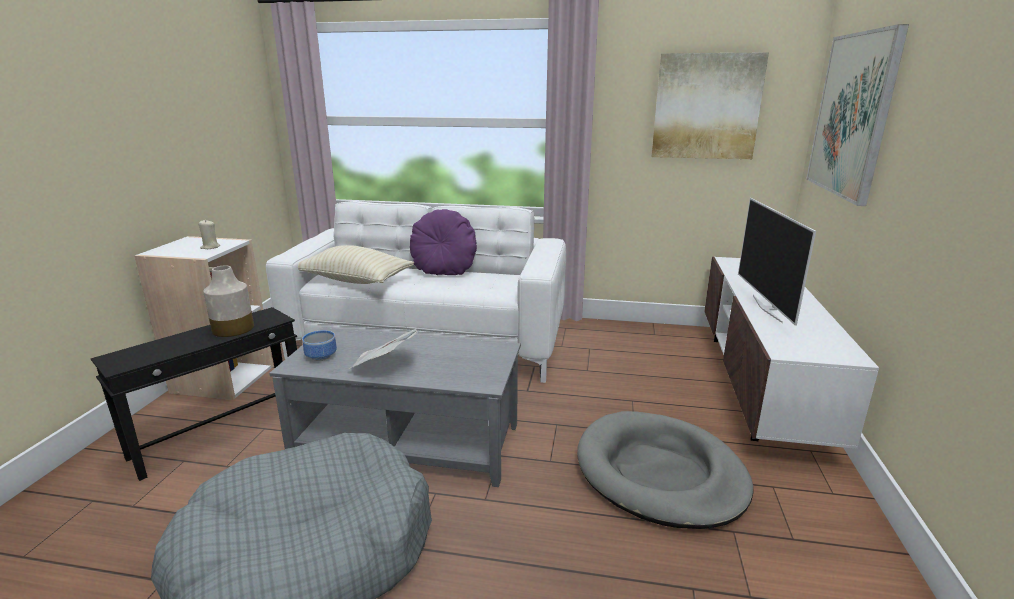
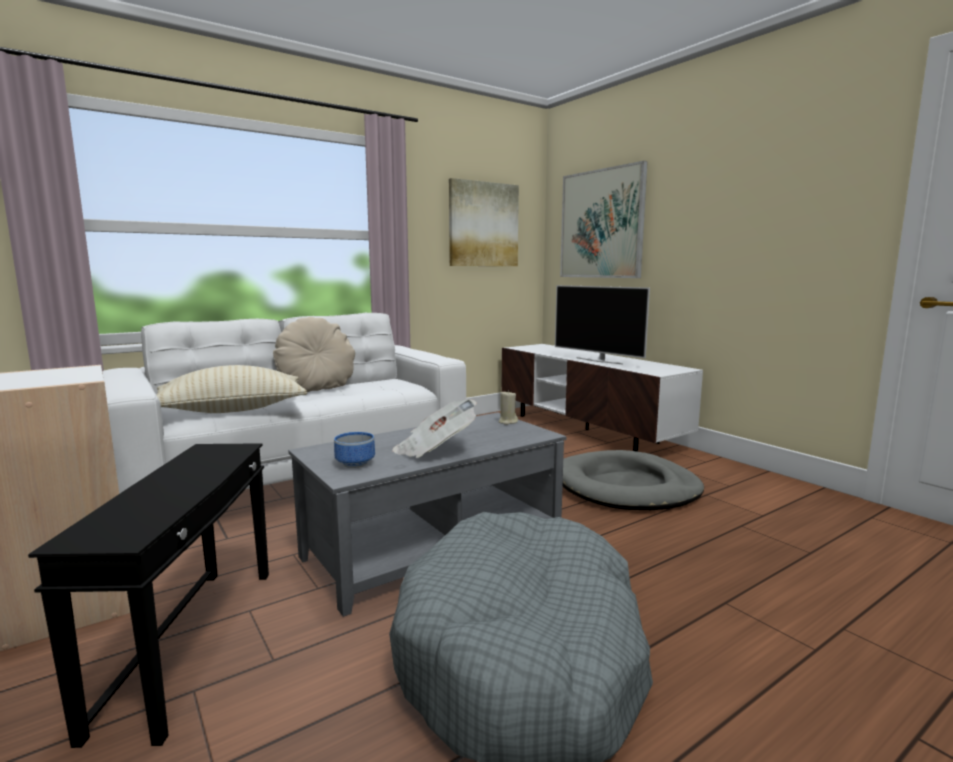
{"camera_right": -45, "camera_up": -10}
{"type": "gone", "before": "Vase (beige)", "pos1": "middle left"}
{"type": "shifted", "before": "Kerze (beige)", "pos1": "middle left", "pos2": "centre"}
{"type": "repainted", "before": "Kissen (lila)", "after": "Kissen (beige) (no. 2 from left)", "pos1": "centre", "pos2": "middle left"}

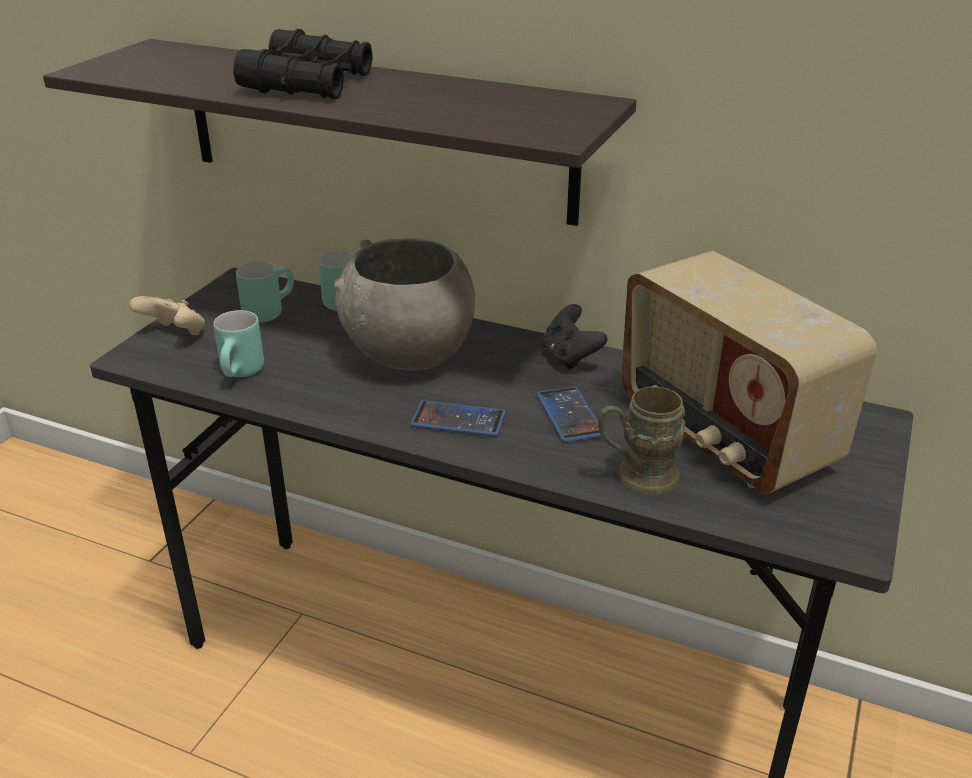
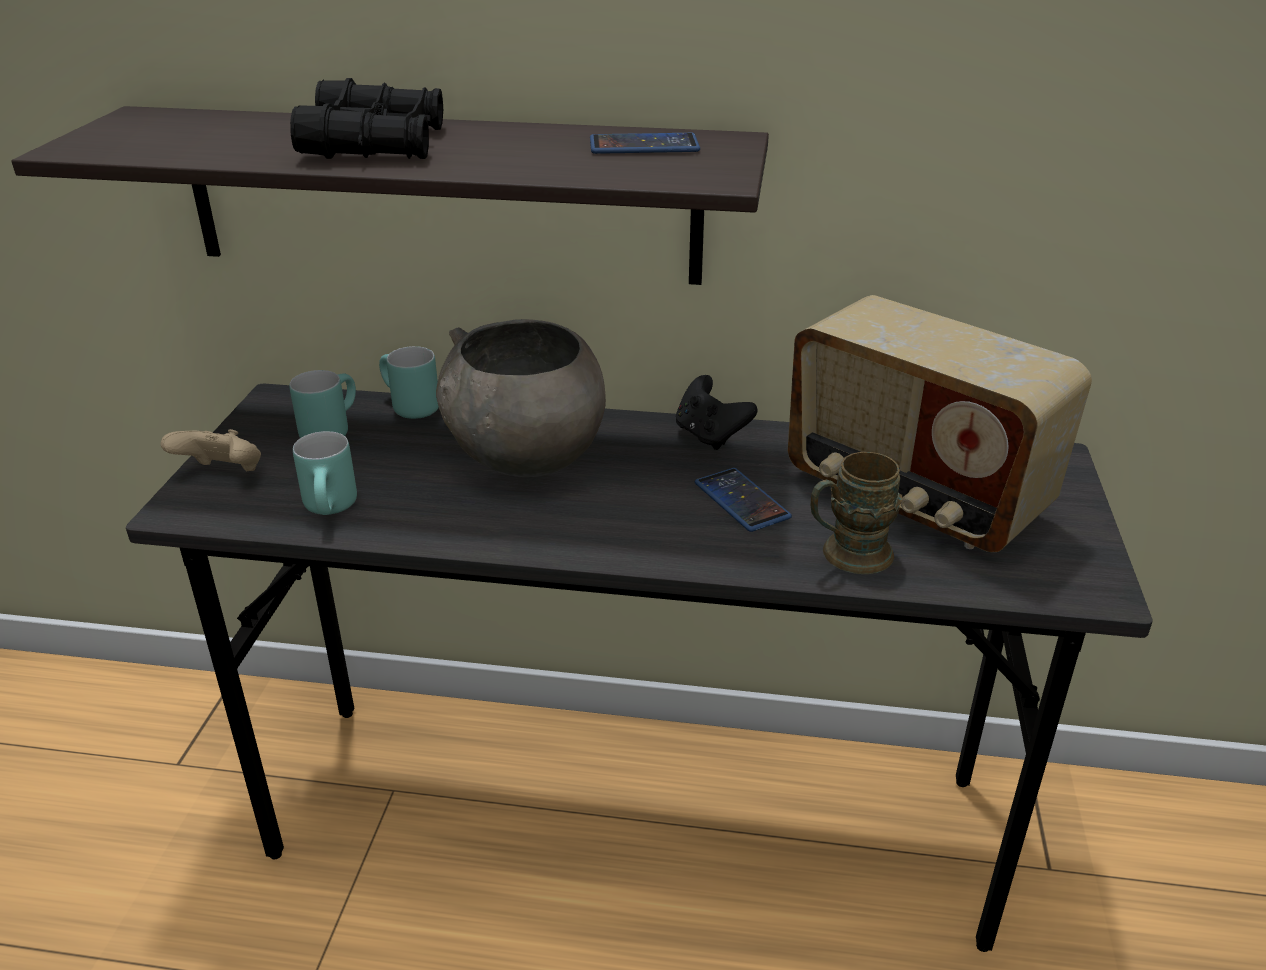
{"camera_right": -15, "camera_up": 0}
{"type": "shifted", "before": "Handy (no. 1 from left)", "pos1": "centre", "pos2": "top centre"}

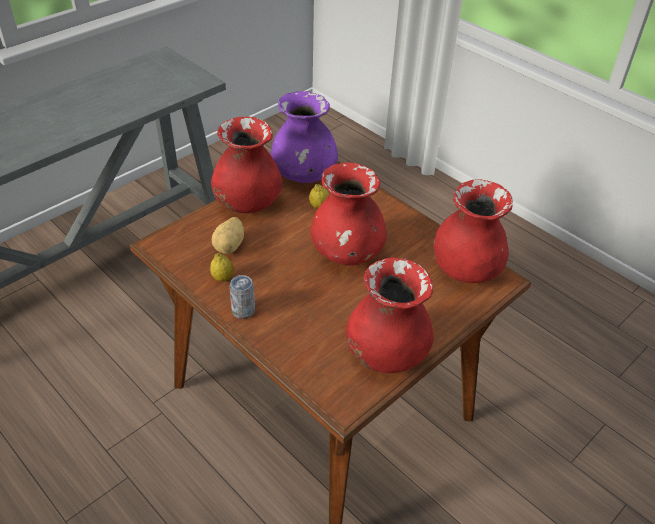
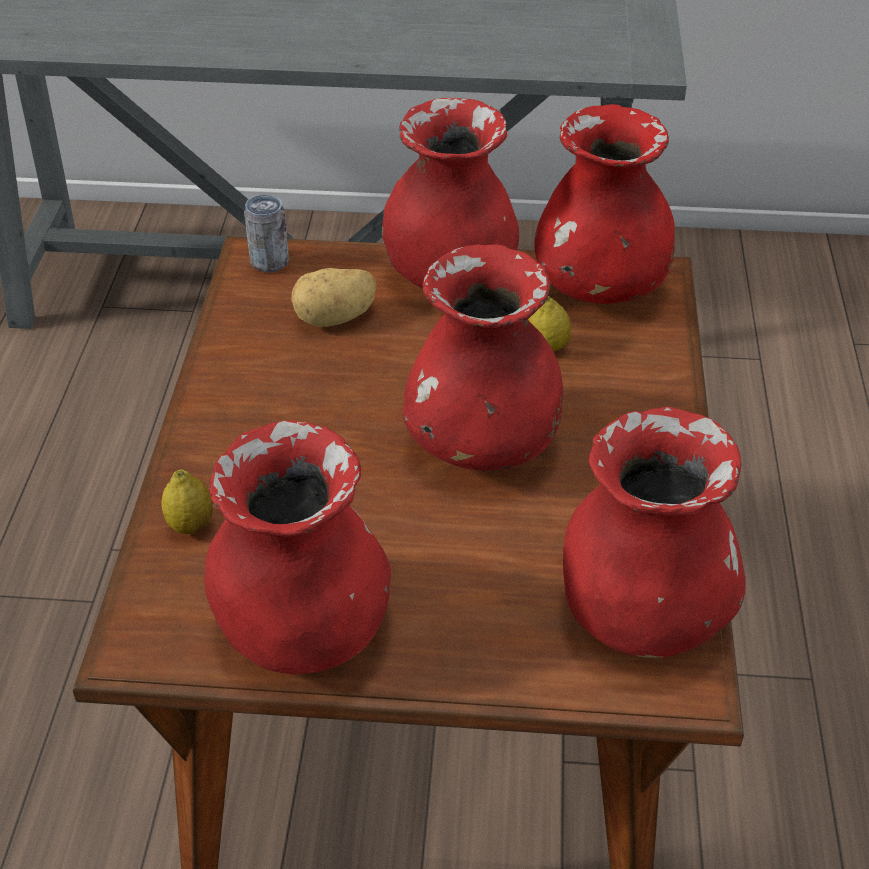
{"camera_right": 50, "camera_up": 0}
{"type": "shifted", "before": "Zitrone (no. 1 from left)", "pos1": "centre", "pos2": "middle left"}
{"type": "shifted", "before": "Dose", "pos1": "centre", "pos2": "top left"}
{"type": "repainted", "before": "Vase (lila)", "after": "Vase (rot) (no. 4 from left)", "pos1": "top centre", "pos2": "top right"}

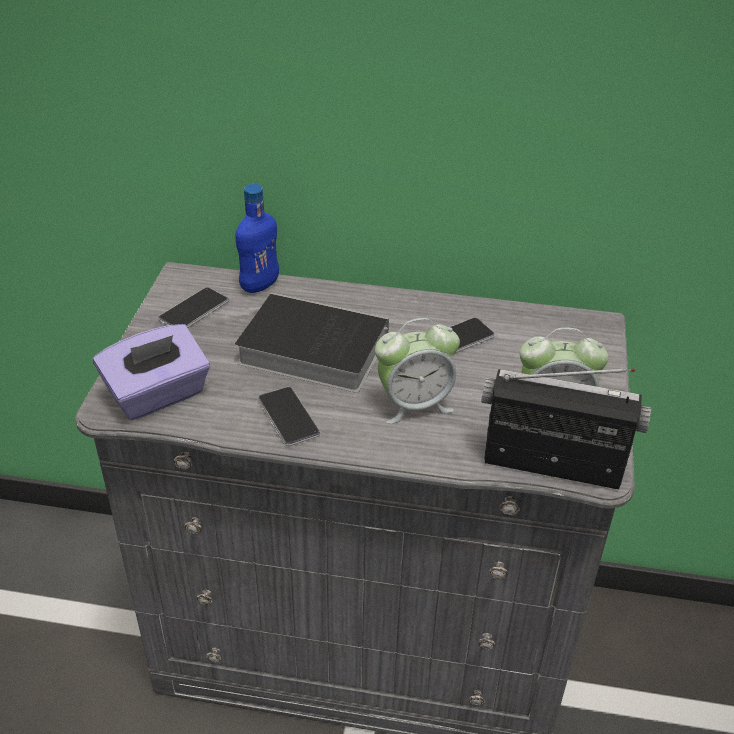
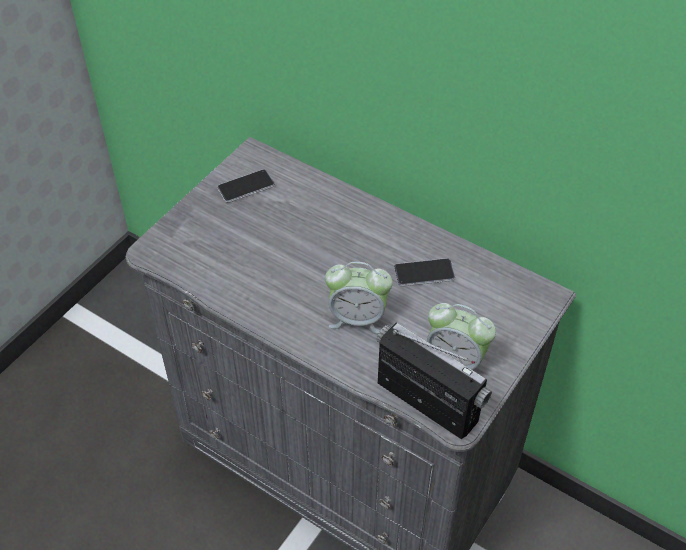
{"camera_right": 25, "camera_up": 10}
{"type": "gone", "before": "Taschentuchbox (lila)", "pos1": "middle left"}
{"type": "gone", "before": "Flasche (blau)", "pos1": "top centre"}
{"type": "gone", "before": "Buch", "pos1": "centre"}
{"type": "gone", "before": "Handy (no. 2 from left)", "pos1": "centre"}

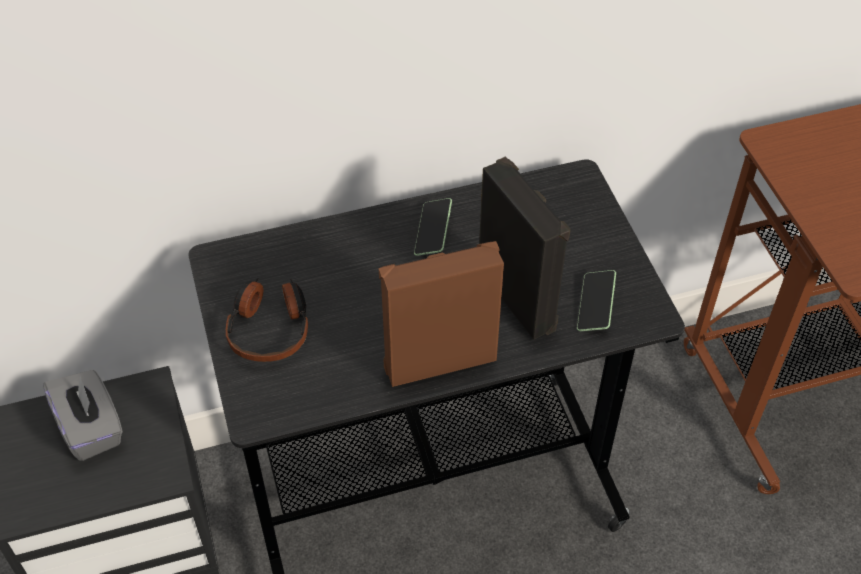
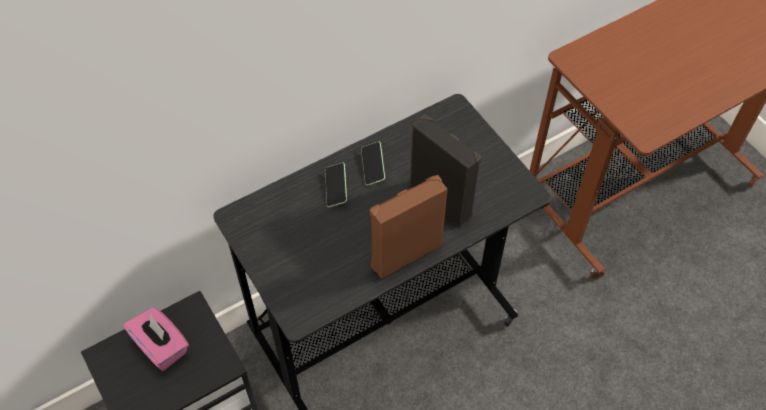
{"camera_right": -15, "camera_up": 5}
{"type": "gone", "before": "Kopfhörer", "pos1": "middle left"}
{"type": "shifted", "before": "Handy (no. 2 from left in the first image)", "after": "Handy (no. 1 from left)", "pos1": "middle right", "pos2": "centre"}
{"type": "repainted", "before": "Taschentuchbox (grau)", "after": "Taschentuchbox (rosa)", "pos1": "bottom left", "pos2": "bottom left"}

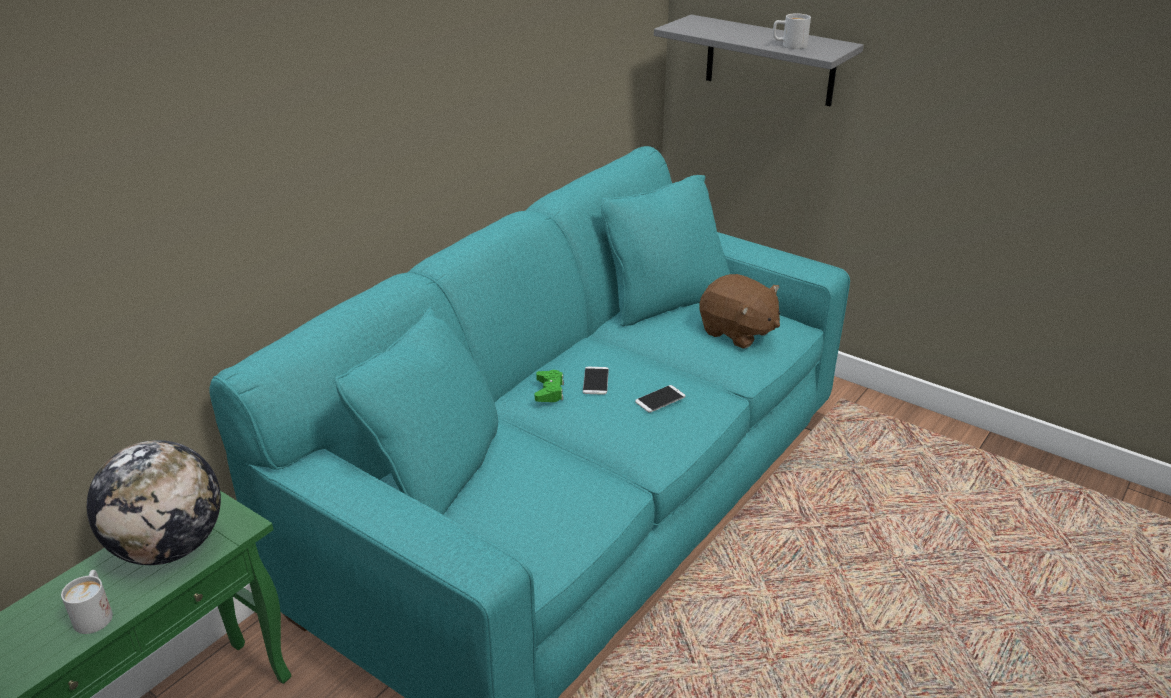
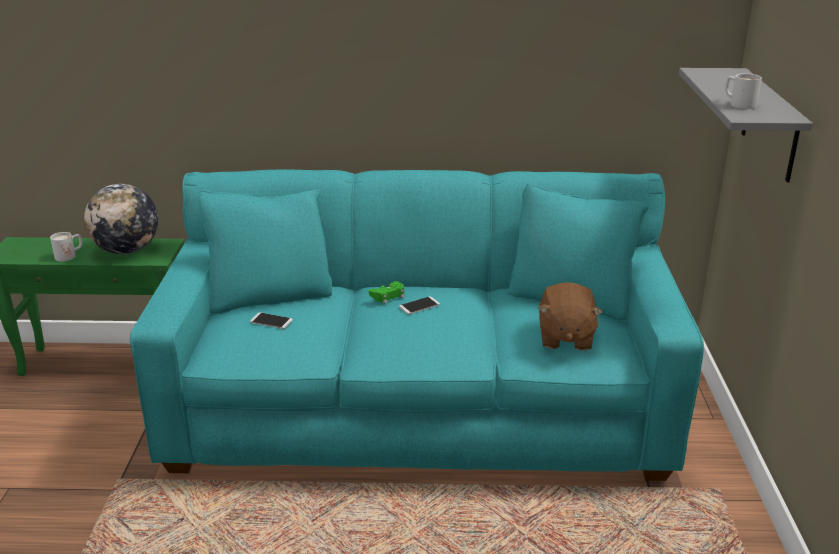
{"camera_right": 55, "camera_up": -5}
{"type": "shifted", "before": "Handy (no. 2 from left in the first image)", "after": "Handy (no. 1 from left)", "pos1": "centre", "pos2": "middle left"}

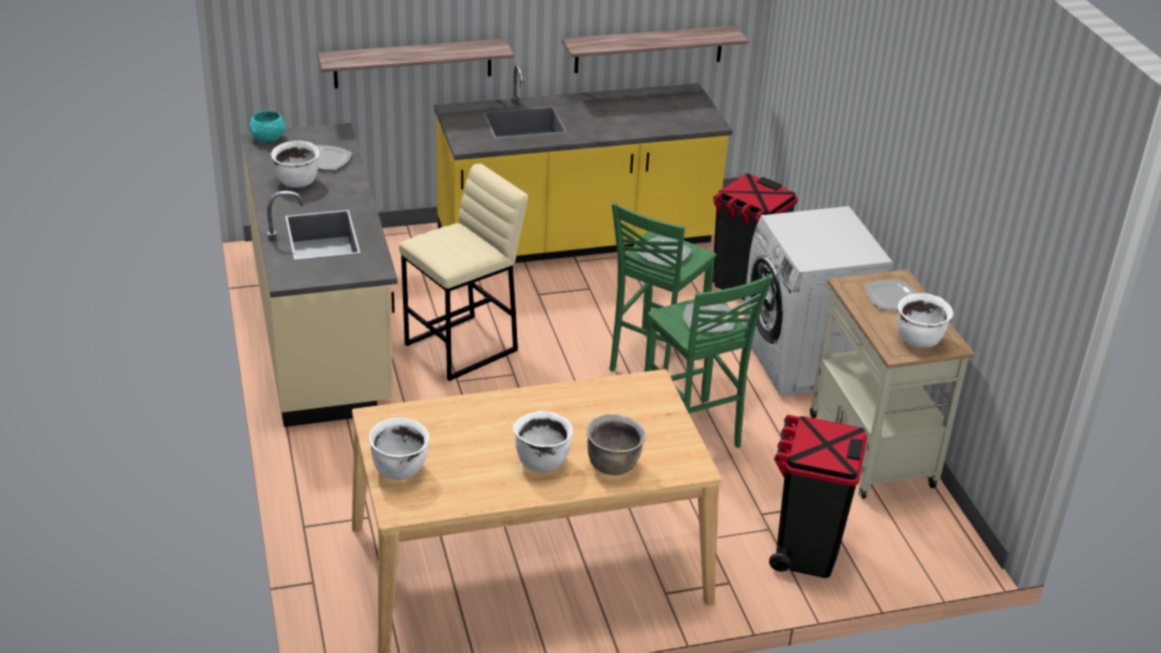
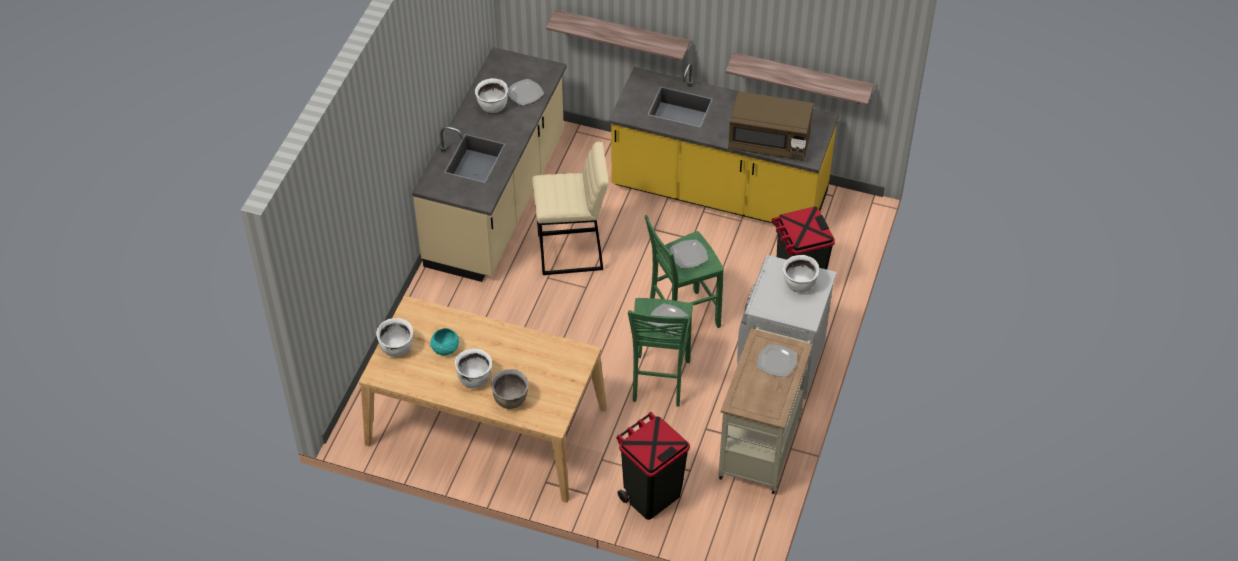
{"camera_right": 35, "camera_up": 15}
{"type": "new", "after": "Mikrowelle (braun)", "pos2": "top centre"}
{"type": "shifted", "before": "Schüssel (türkis)", "pos1": "top left", "pos2": "centre"}
{"type": "shifted", "before": "Kochtopf (weiß) (no. 4 from left)", "pos1": "middle right", "pos2": "centre"}

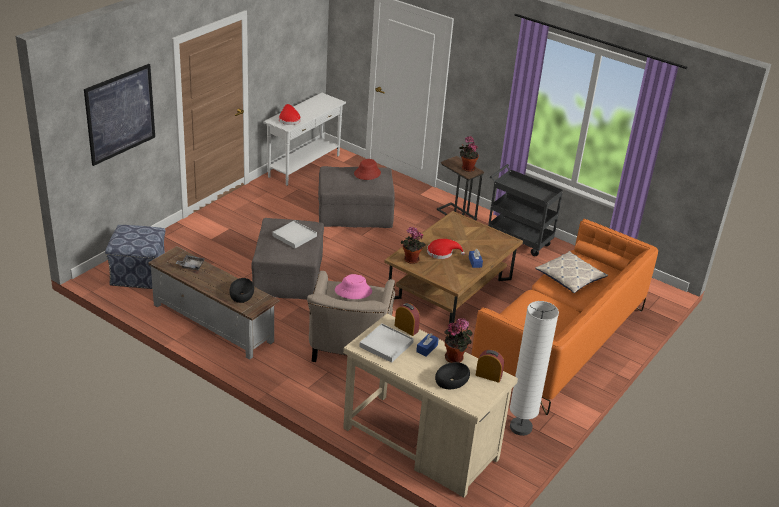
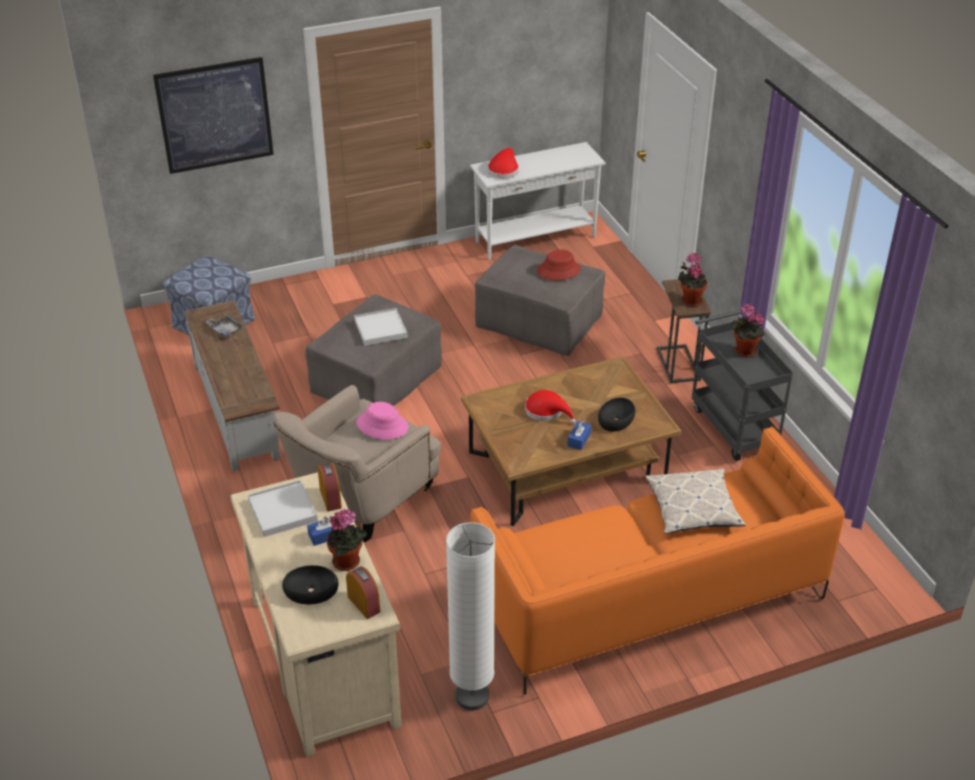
{"camera_right": 35, "camera_up": 5}
{"type": "shifted", "before": "Schüssel (schwarz) (no. 1 from left in the first image)", "after": "Schüssel (schwarz) (no. 2 from left)", "pos1": "middle left", "pos2": "centre"}
{"type": "shifted", "before": "Topfpflanze (no. 1 from left in the first image)", "after": "Topfpflanze (no. 3 from left)", "pos1": "centre", "pos2": "middle right"}

